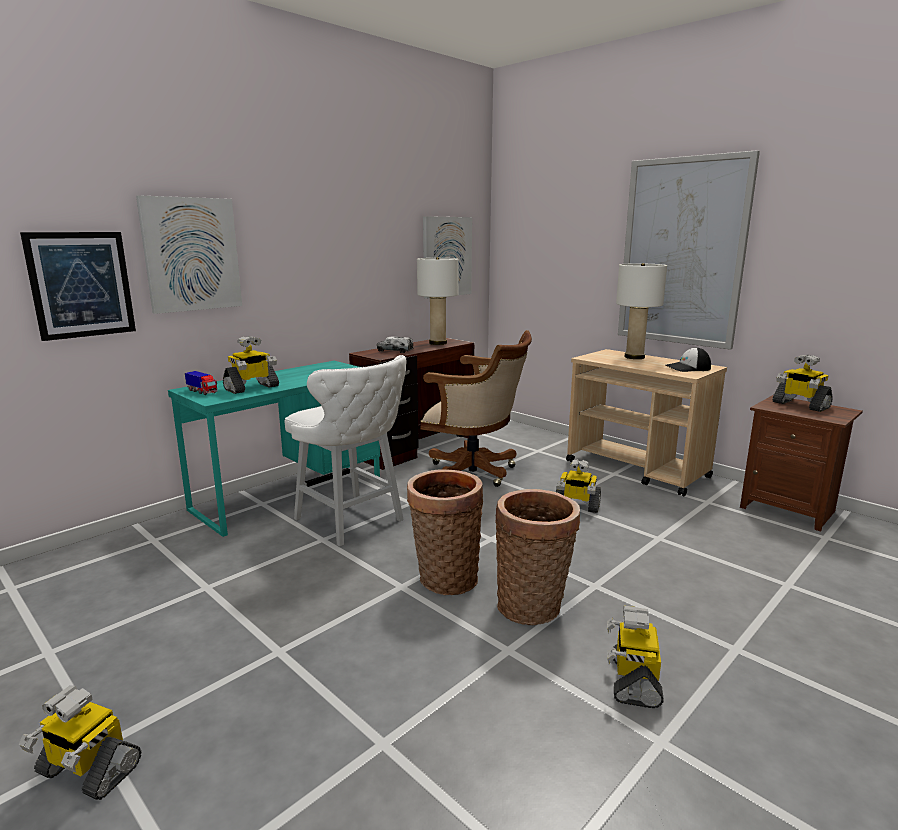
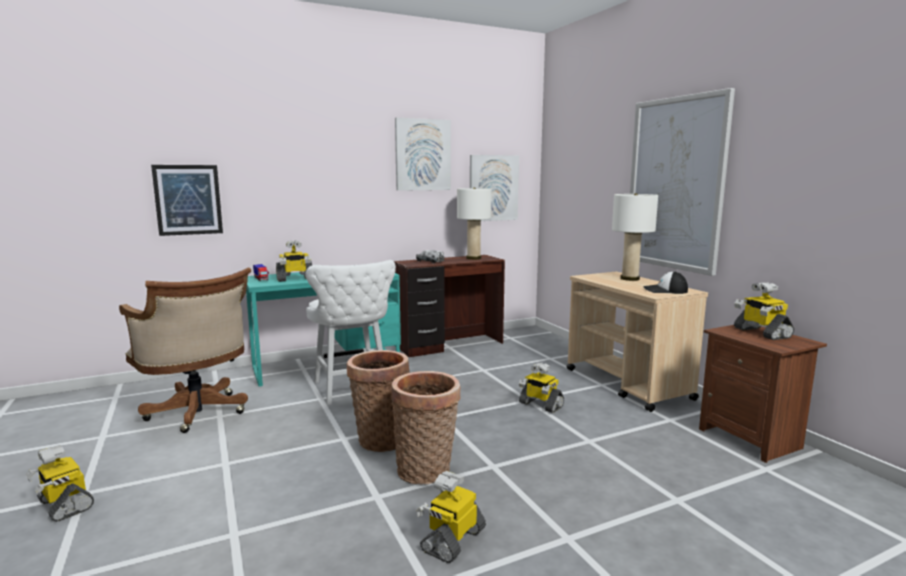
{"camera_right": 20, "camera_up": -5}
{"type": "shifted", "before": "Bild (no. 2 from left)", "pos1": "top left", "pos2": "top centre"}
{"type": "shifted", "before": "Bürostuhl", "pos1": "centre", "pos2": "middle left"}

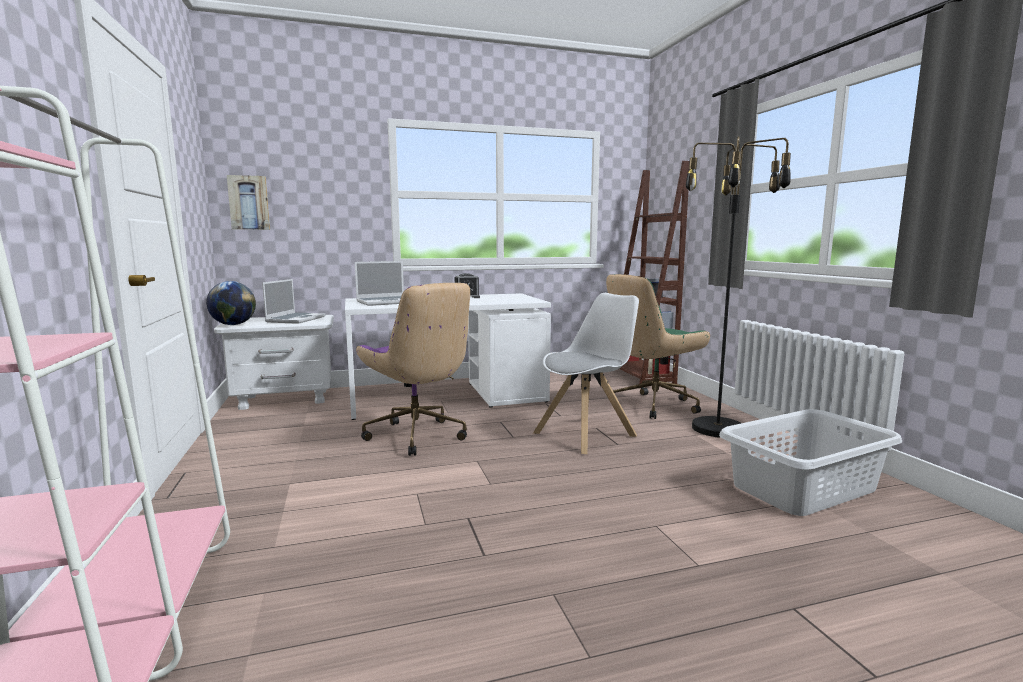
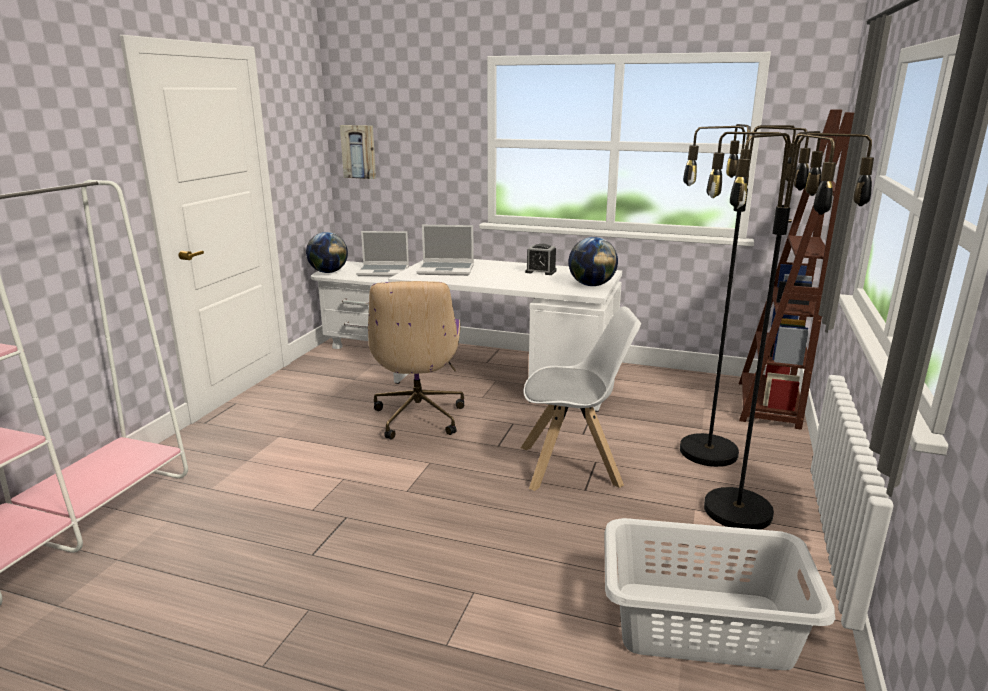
{"camera_right": 35, "camera_up": 10}
{"type": "new", "after": "Globus (no. 2 from left)", "pos2": "centre"}
{"type": "swapped", "before": "Bürostuhl (grün)", "after": "Stehlampe (no. 1 from left)", "pos1": "centre", "pos2": "middle right"}
{"type": "rotated", "before": "Laptop (no. 1 from left)", "pos1": "middle left", "pos2": "centre", "turn": 45}

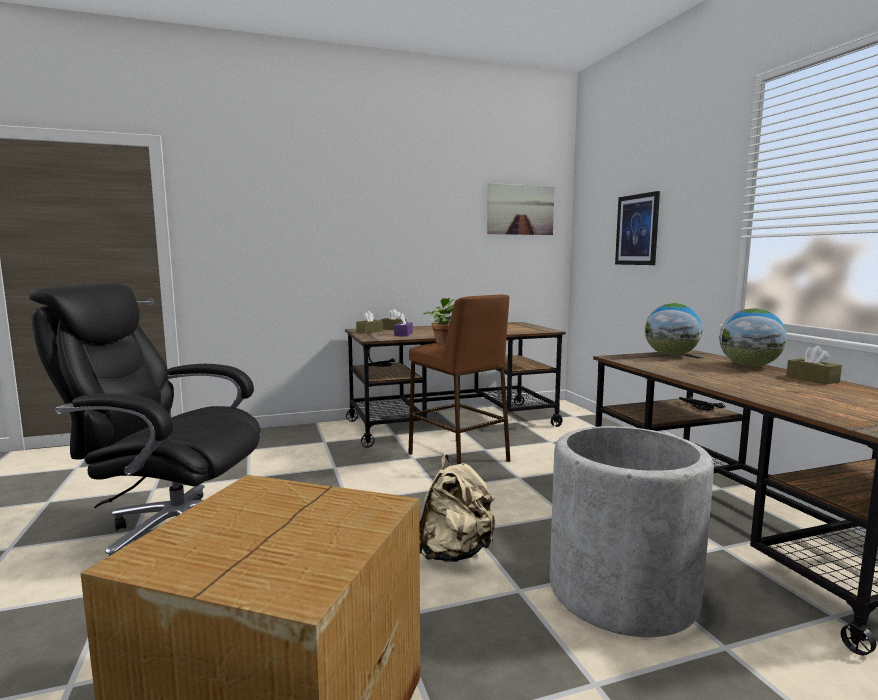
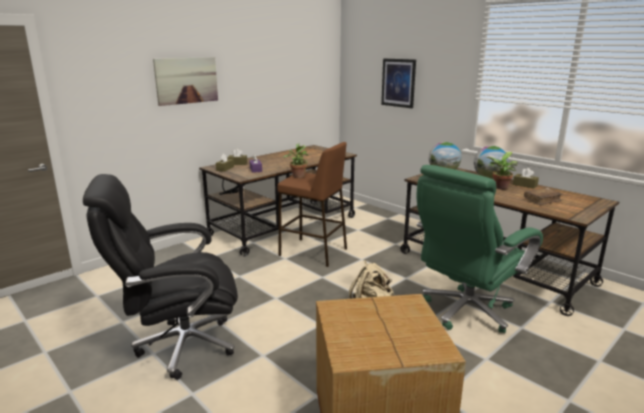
{"camera_right": -25, "camera_up": 10}
{"type": "new", "after": "Topfpflanze (no. 2 from left)", "pos2": "middle right"}
{"type": "new", "after": "Buch (braun)", "pos2": "middle right"}
{"type": "shifted", "before": "Bild (no. 1 from left)", "pos1": "top centre", "pos2": "top left"}
{"type": "swapped", "before": "Pflanzkübel (grau)", "after": "Bürostuhl (grün)", "pos1": "bottom right", "pos2": "middle right"}

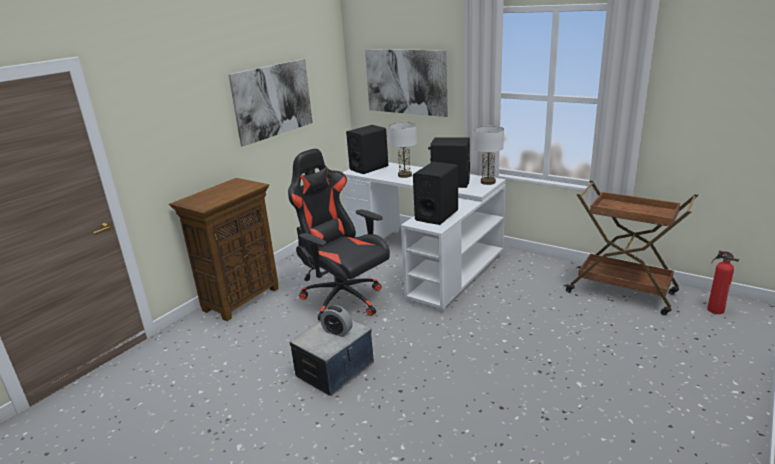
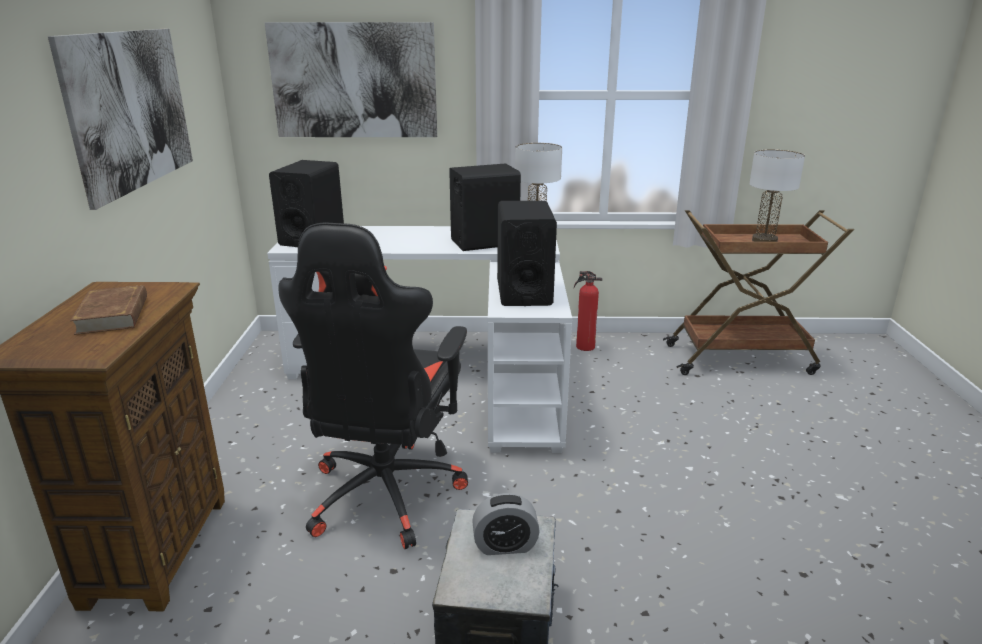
{"camera_right": -35, "camera_up": 0}
{"type": "new", "after": "Buch (braun)", "pos2": "middle left"}
{"type": "shifted", "before": "Tischlampe (no. 1 from left in the first image)", "after": "Tischlampe (no. 2 from left)", "pos1": "top centre", "pos2": "top right"}
{"type": "shifted", "before": "Feuerlöscher", "pos1": "middle right", "pos2": "centre"}
{"type": "rotated", "before": "Bürostuhl (schwarz)", "pos1": "centre", "pos2": "centre", "turn": -90}

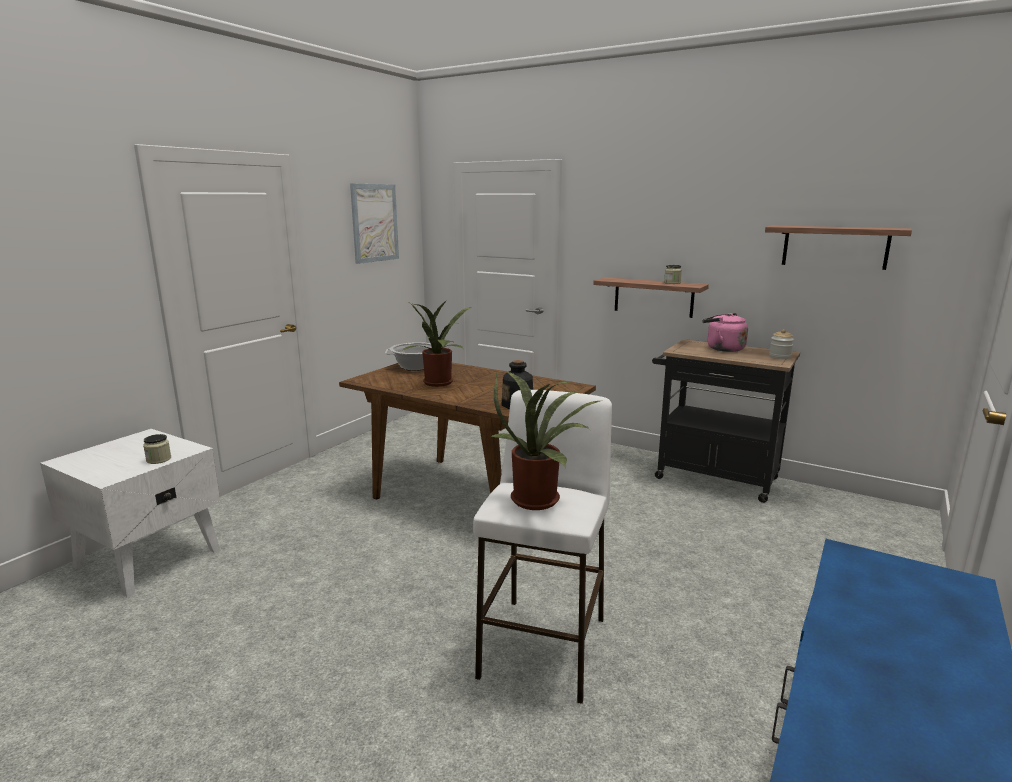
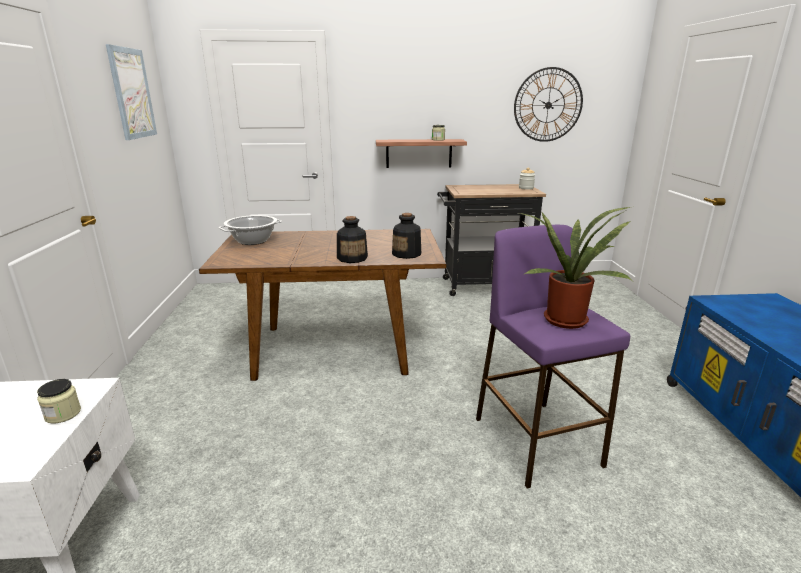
{"camera_right": -35, "camera_up": 5}
{"type": "gone", "before": "Topfpflanze (no. 1 from left)", "pos1": "centre"}
{"type": "gone", "before": "Wasserkessel (rosa)", "pos1": "middle right"}
{"type": "new", "after": "Flasche (no. 1 from left)", "pos2": "centre"}
{"type": "swapped", "before": "Wandregal (no. 2 from left)", "after": "Wanduhr", "pos1": "top right", "pos2": "top right"}
{"type": "repainted", "before": "Hocker (weiß)", "after": "Hocker (lila)", "pos1": "bottom centre", "pos2": "middle right"}

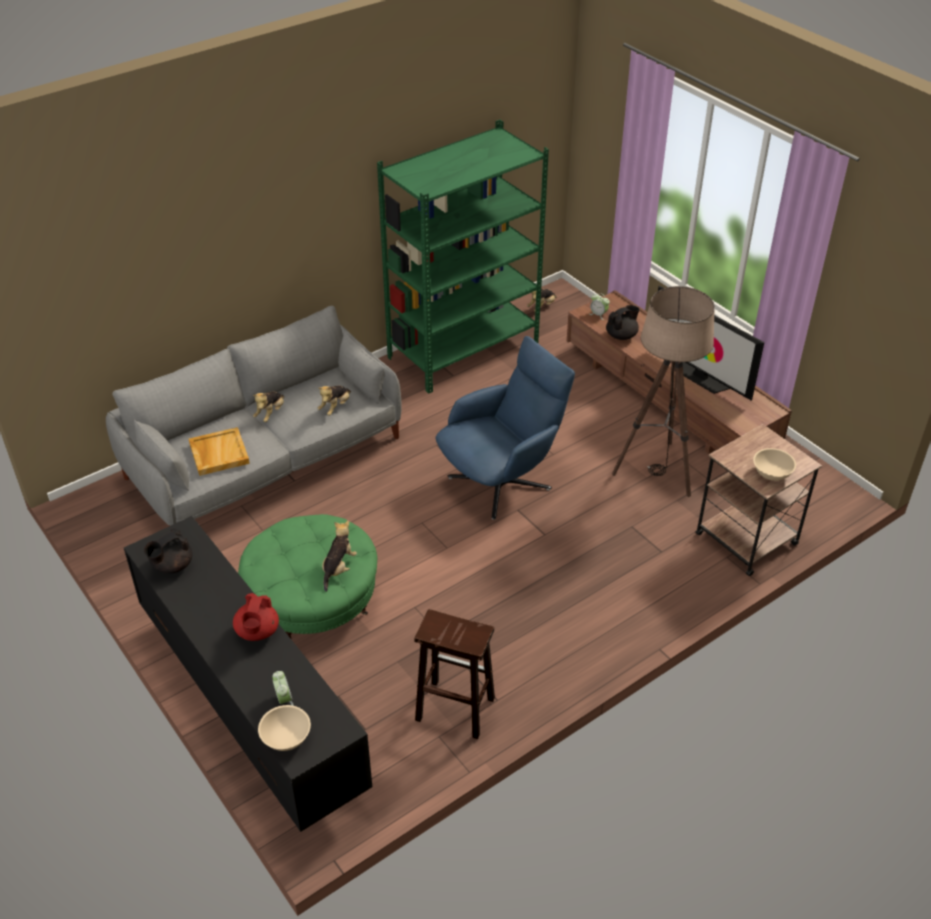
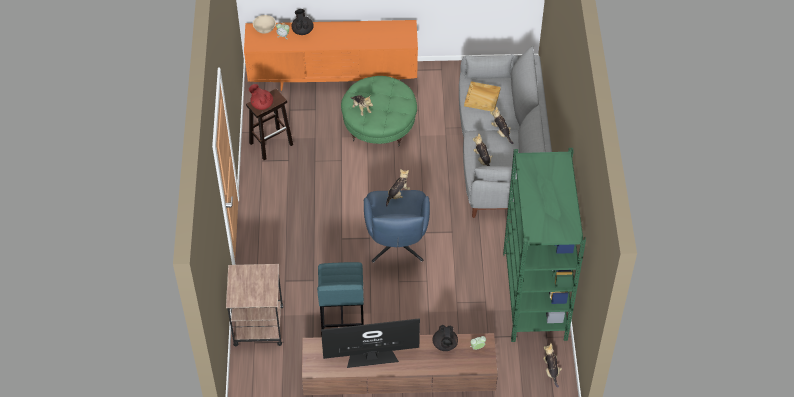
{"camera_right": 125, "camera_up": 10}
{"type": "gone", "before": "Schüssel (beige) (no. 2 from left)", "pos1": "middle right"}
{"type": "new", "after": "Plüschtier (no. 2 from left)", "pos2": "centre"}
{"type": "shifted", "before": "Teekanne (schwarz) (no. 1 from left)", "pos1": "middle left", "pos2": "top centre"}
{"type": "shifted", "before": "Teekanne (rot)", "pos1": "bottom left", "pos2": "top left"}
{"type": "swapped", "before": "Stehlampe", "after": "Hocker (türkis)", "pos1": "middle right", "pos2": "bottom centre"}
{"type": "repainted", "before": "Schrank (schwarz)", "after": "Schrank (orange)", "pos1": "bottom left", "pos2": "top centre"}

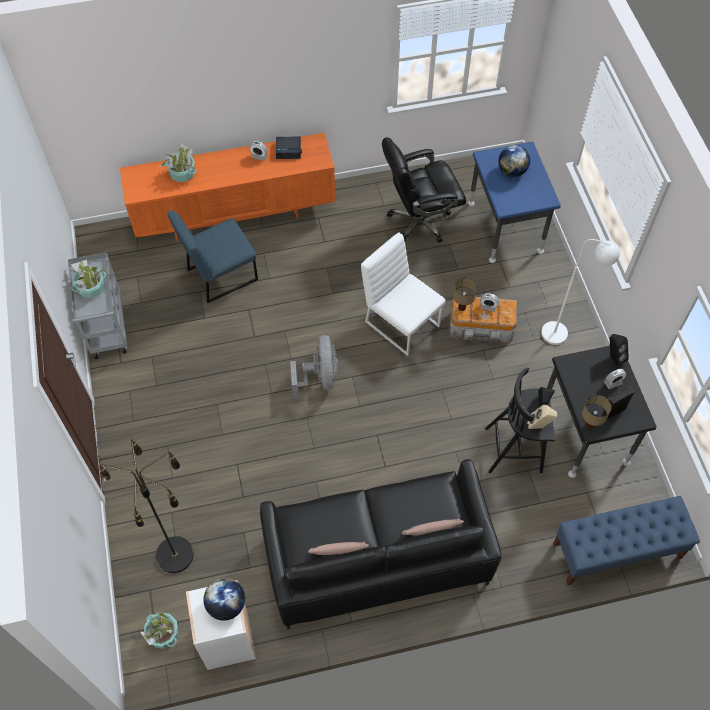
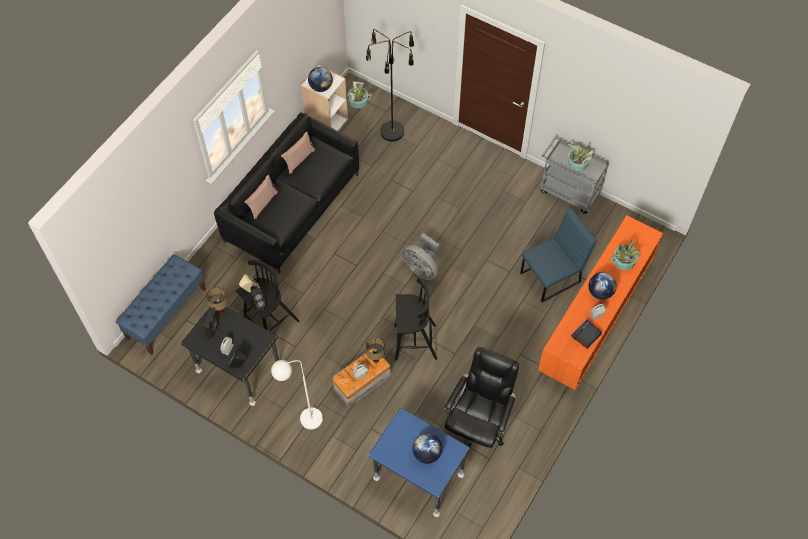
{"camera_right": 135, "camera_up": 0}
{"type": "new", "after": "Globus (no. 3 from left)", "pos2": "middle right"}
{"type": "swapped", "before": "Stuhl (weiß)", "after": "Hocker (schwarz) (no. 2 from left)", "pos1": "centre", "pos2": "centre"}
{"type": "rotated", "before": "Stuhl (blau)", "pos1": "middle left", "pos2": "middle right", "turn": 45}

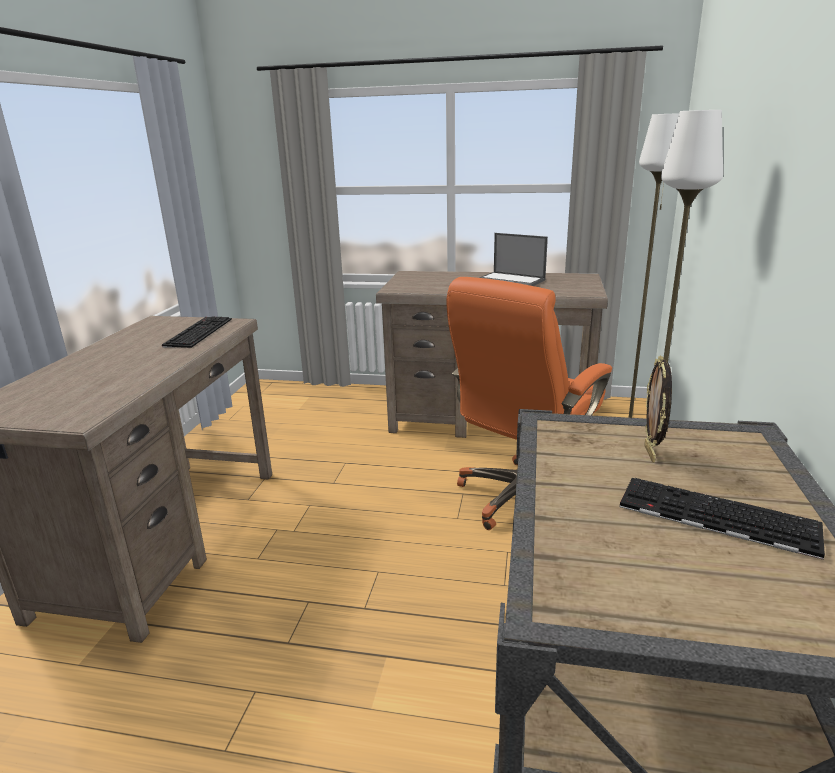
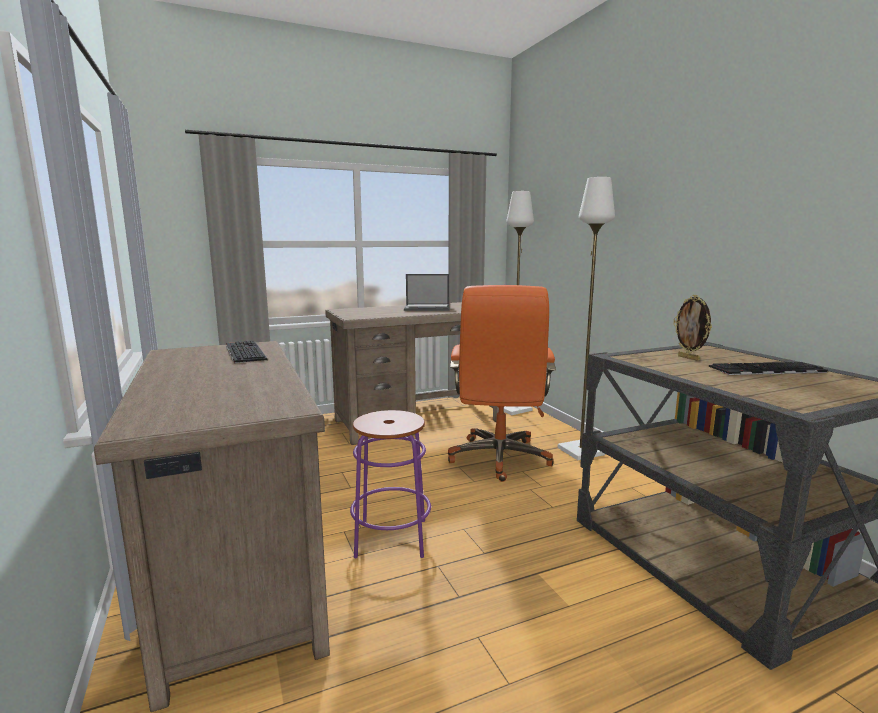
{"camera_right": -35, "camera_up": -10}
{"type": "new", "after": "Hocker (lila)", "pos2": "bottom centre"}

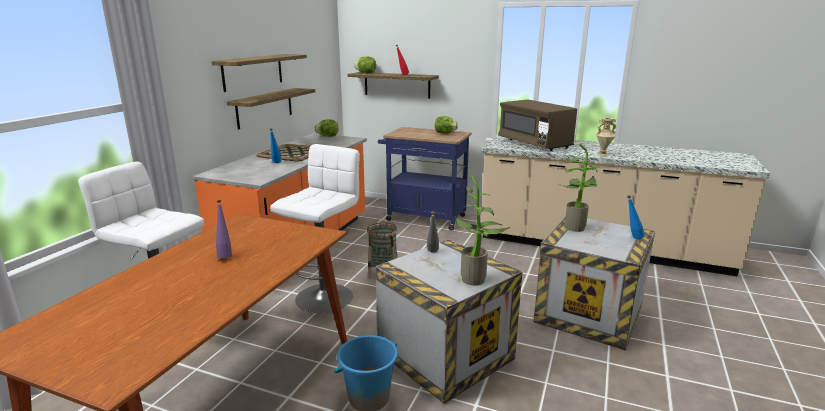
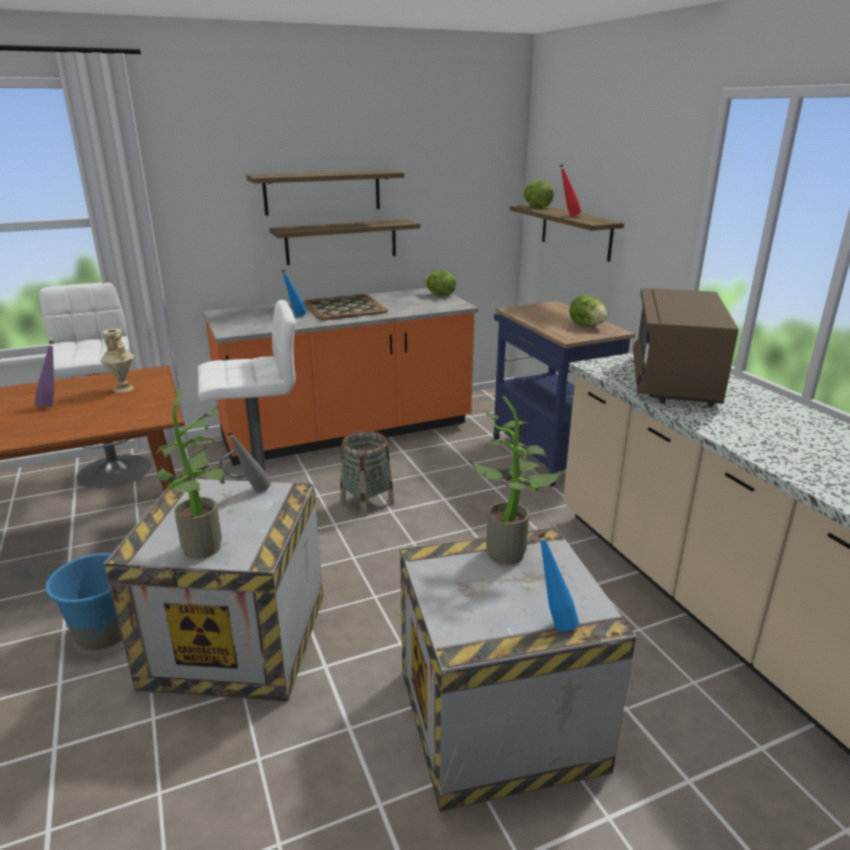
{"camera_right": 45, "camera_up": 5}
{"type": "shifted", "before": "Vase (beige)", "pos1": "top right", "pos2": "middle left"}

